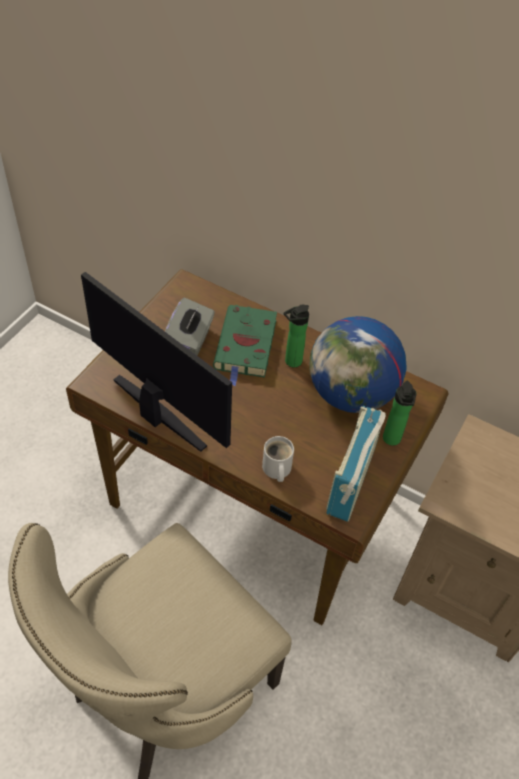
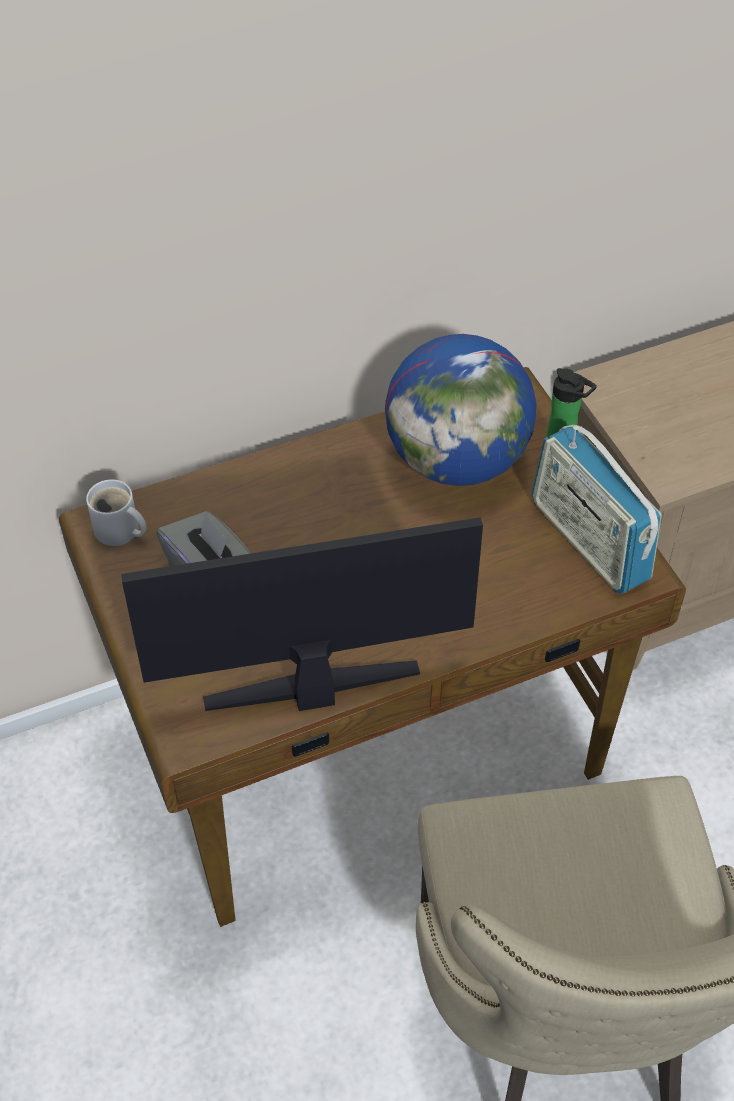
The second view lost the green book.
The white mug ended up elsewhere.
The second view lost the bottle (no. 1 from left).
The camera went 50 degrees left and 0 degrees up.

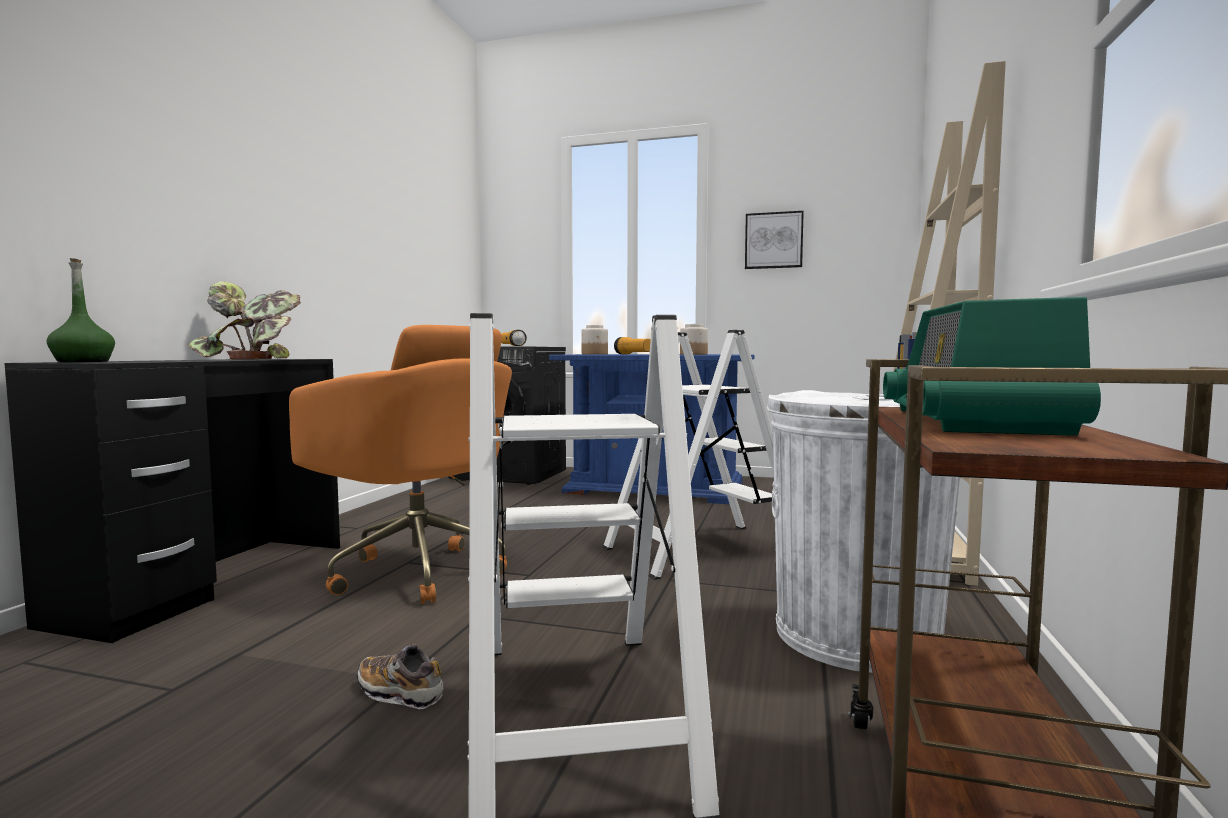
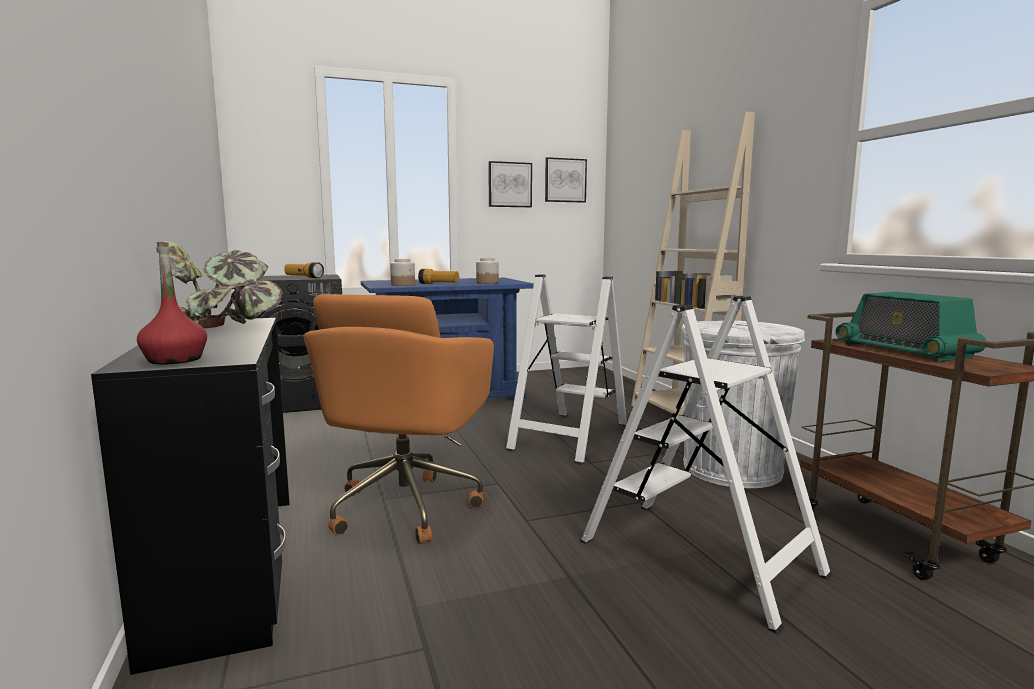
What was the green bottle turned into the red bottle.
The orange office chair ended up facing another way, 105 degrees clockwise from before.
The second view lost the shoe.
The second view gained the picture (no. 2 from left).
The camera went 35 degrees left and 5 degrees up.

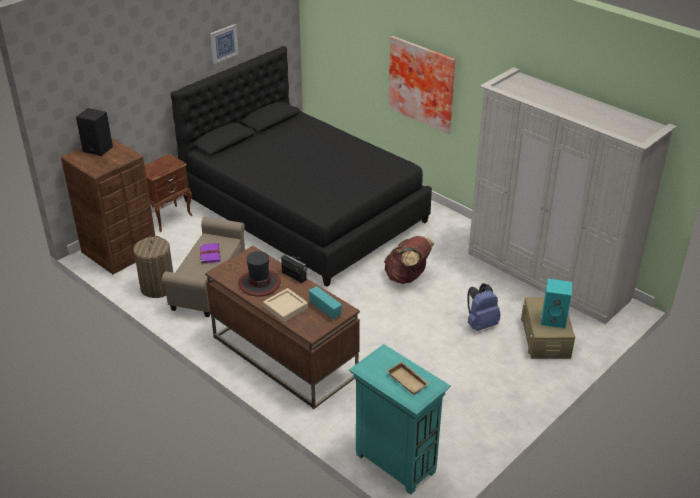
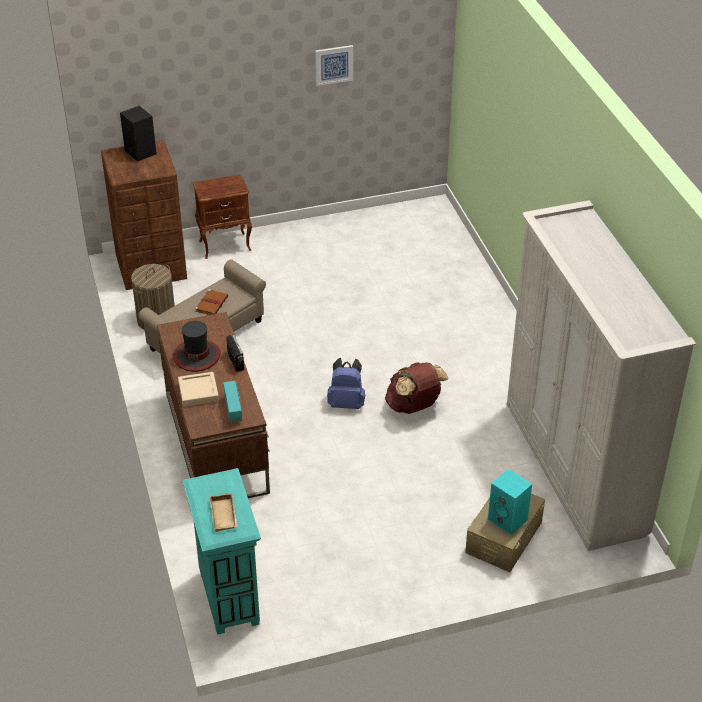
The second view lost the black bed.
What was the purple book turned into the brown book.
The second view lost the picture (no. 2 from left).
The blue backpack ended up elsewhere.
The camera went 30 degrees right and 5 degrees up.

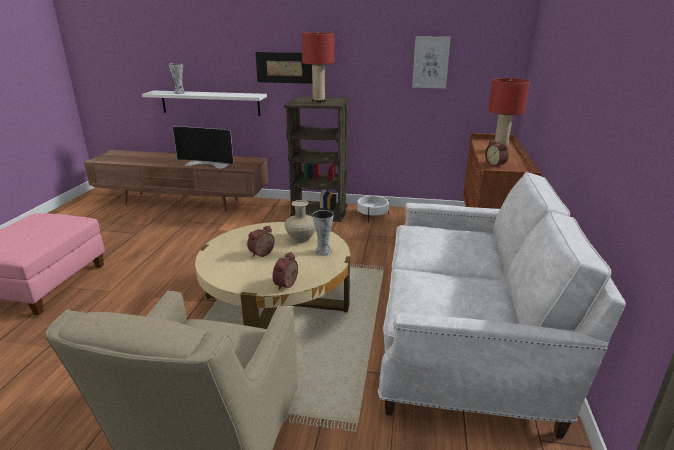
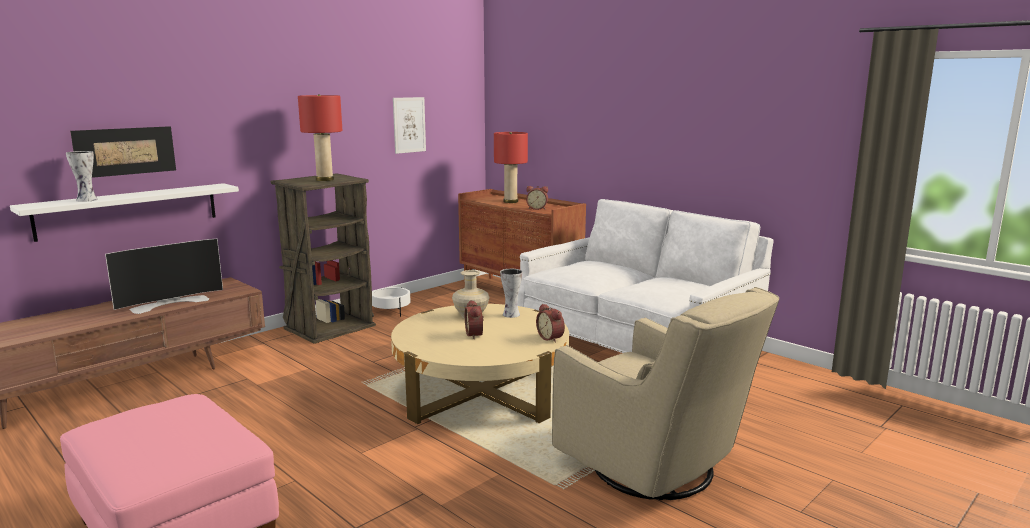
The picture (no. 1 from left) ended up elsewhere.
The camera went 55 degrees left and 10 degrees down.

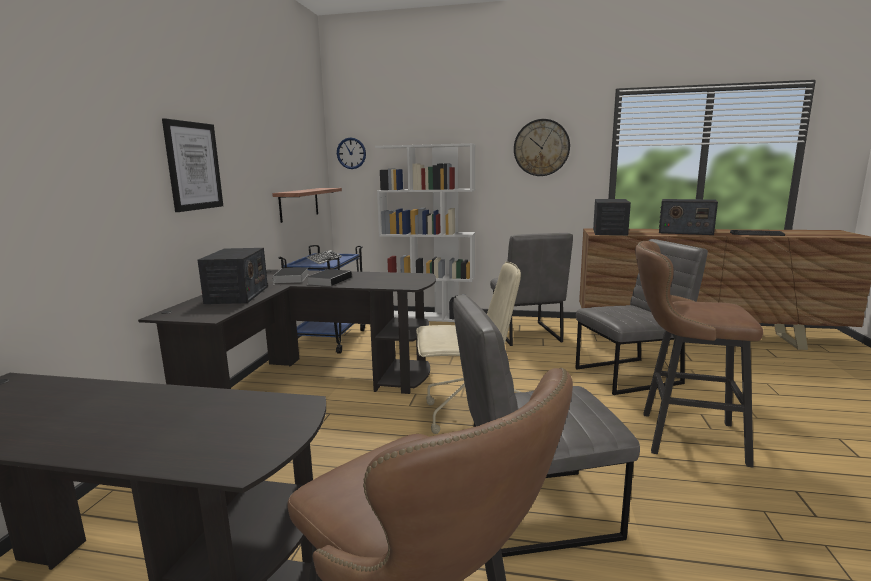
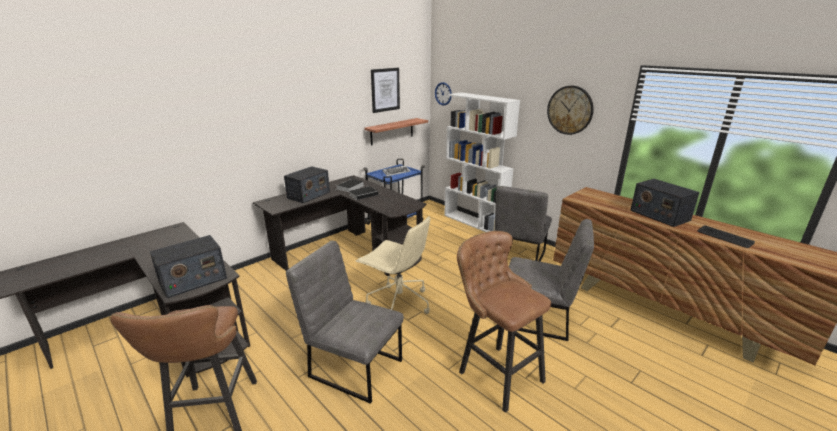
The picture ended up elsewhere.
The radio (no. 2 from left in the first image) ended up elsewhere.
The camera went 35 degrees right and 10 degrees up.

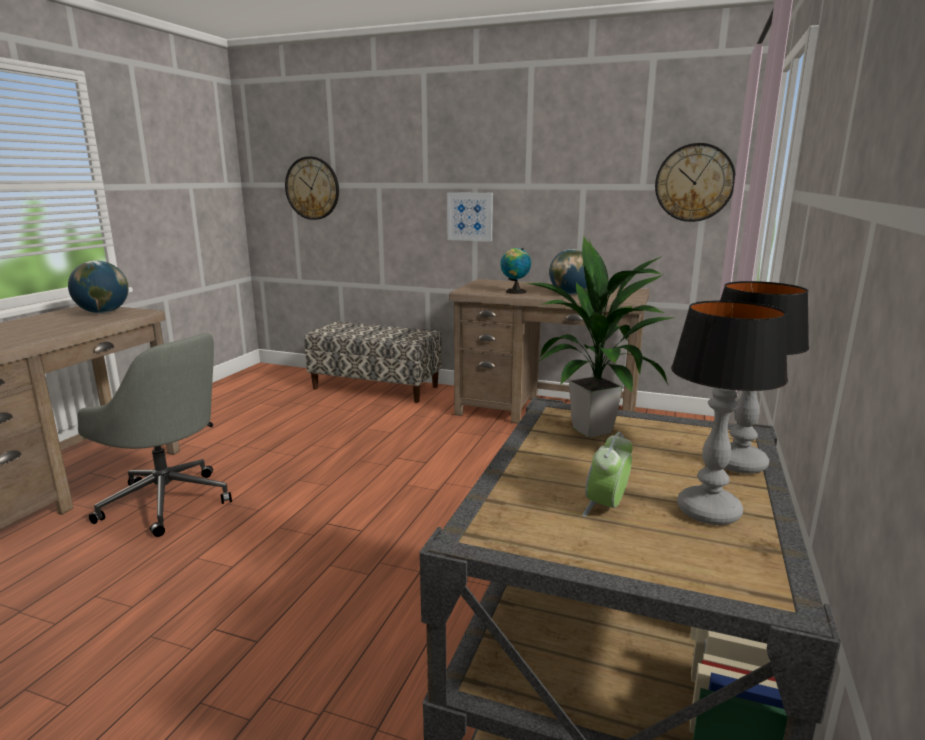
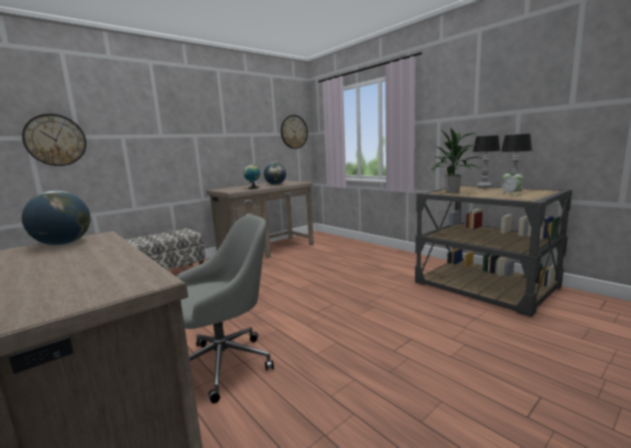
The second view lost the picture.
The camera went 60 degrees left and 5 degrees down.

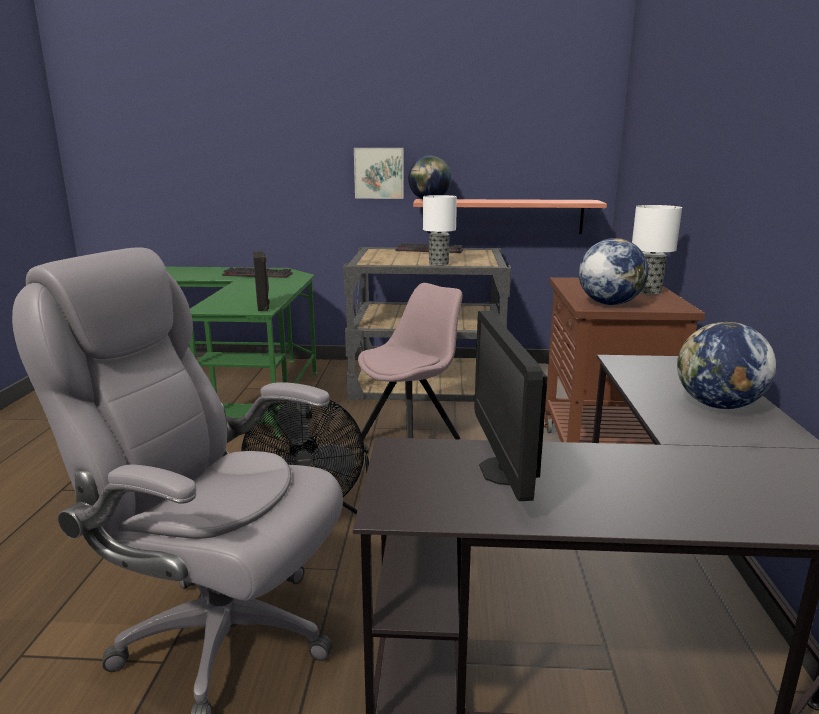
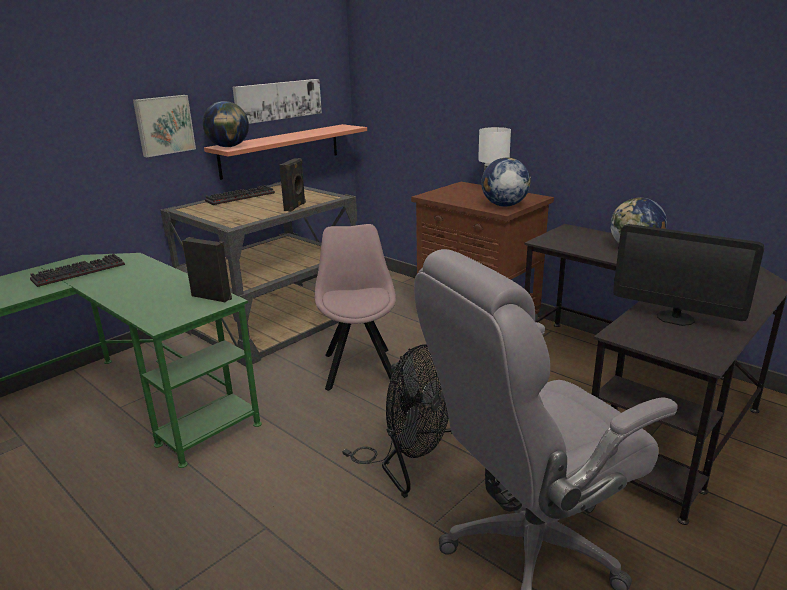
Where the table lamp (no. 1 from left) stood, the black speaker (no. 2 from left) came to stand.
The second view gained the picture (no. 2 from left).
The camera went 50 degrees left and 5 degrees up.

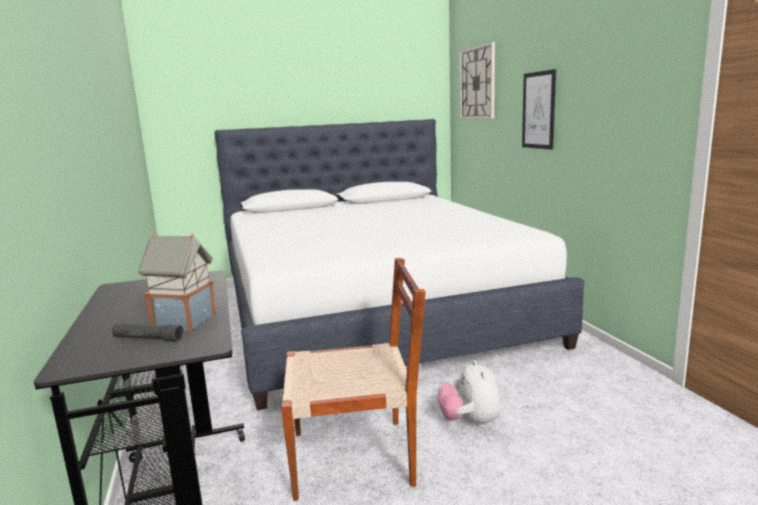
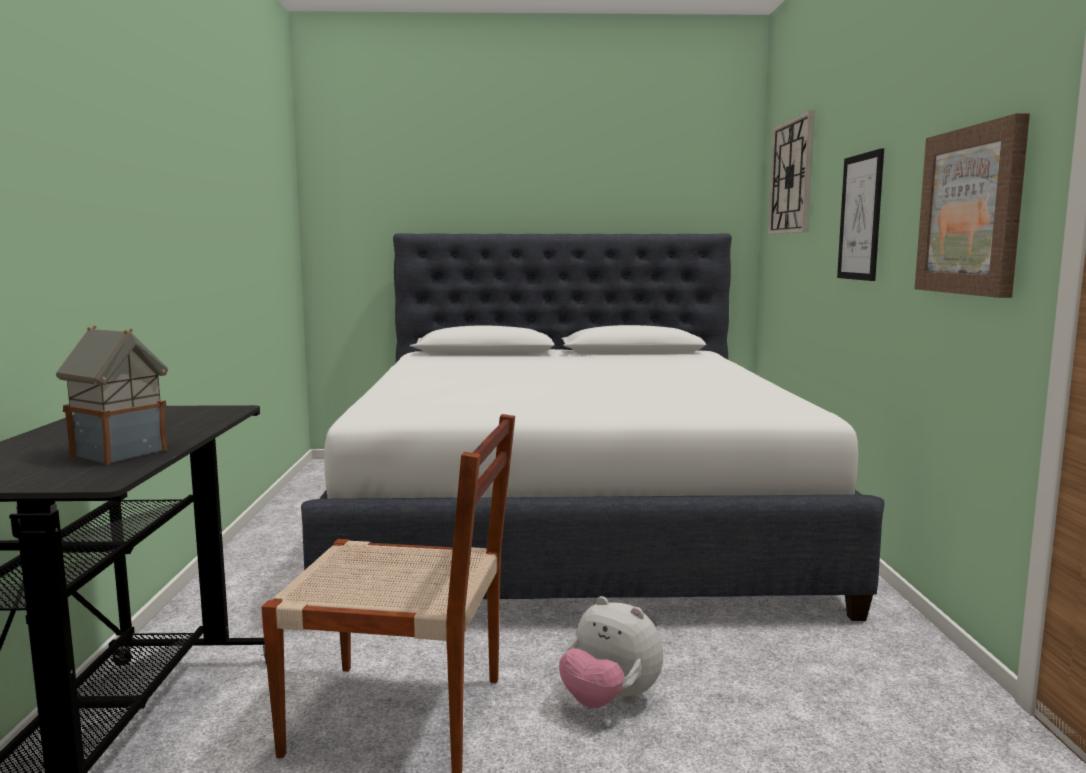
The second view lost the black flashlight.
The plush toy ended up facing another way, 60 degrees counterclockwise from before.
The second view gained the picture (no. 2 from left).
The camera went 15 degrees right and 5 degrees down.

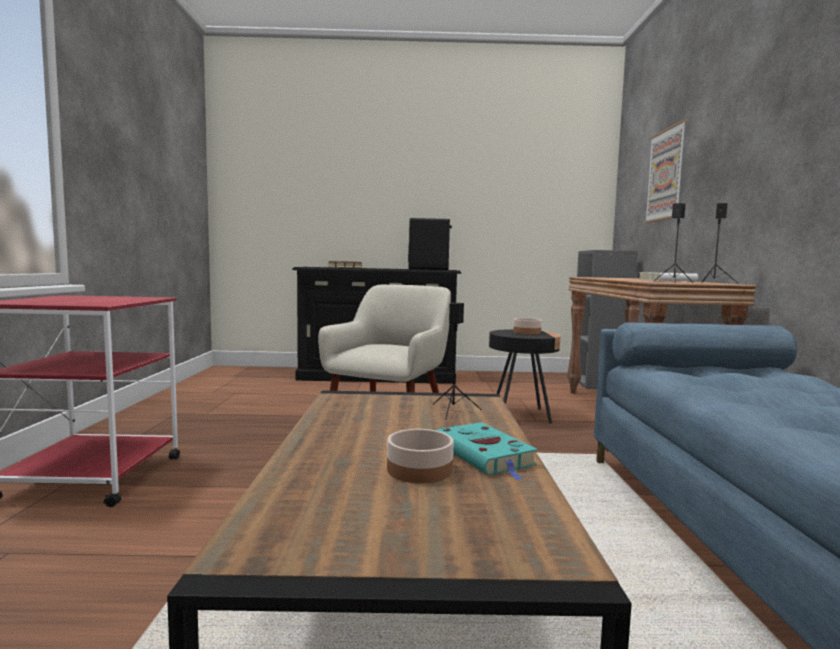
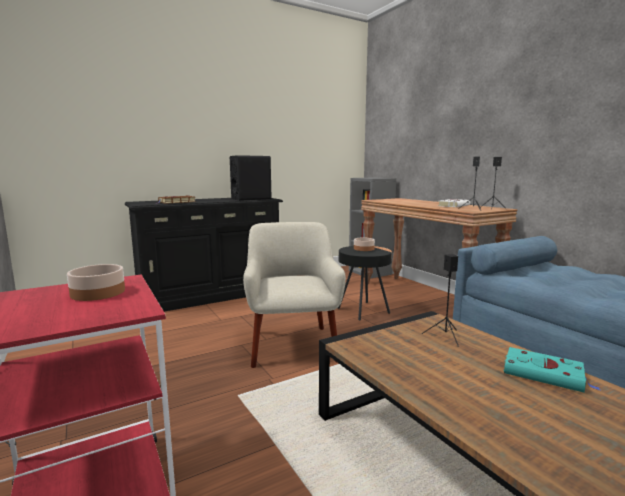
The bowl (no. 1 from left) ended up elsewhere.
The second view lost the picture.
The camera went 30 degrees left and 5 degrees up.

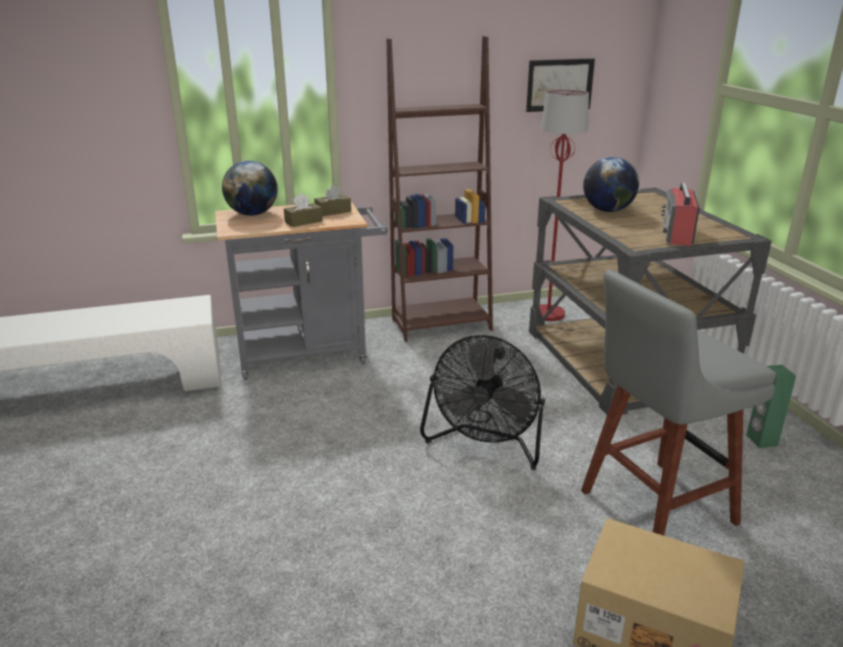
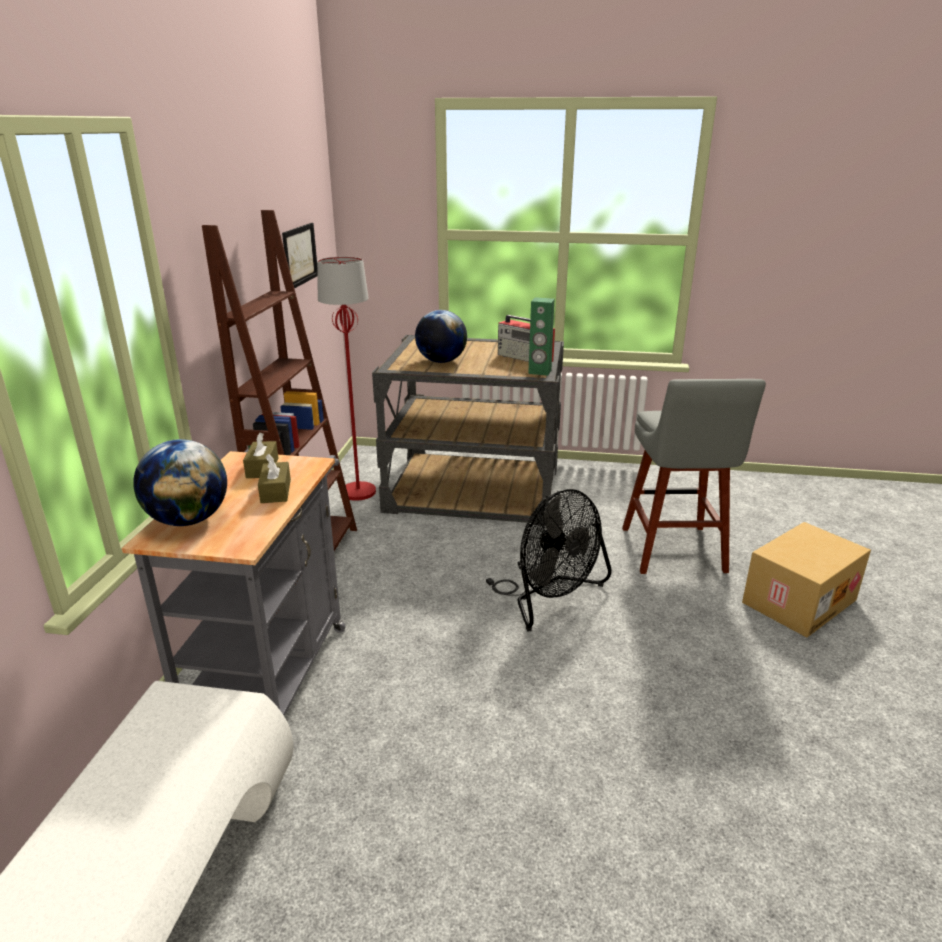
The green speaker ended up elsewhere.
The camera went 65 degrees left and 0 degrees up.

